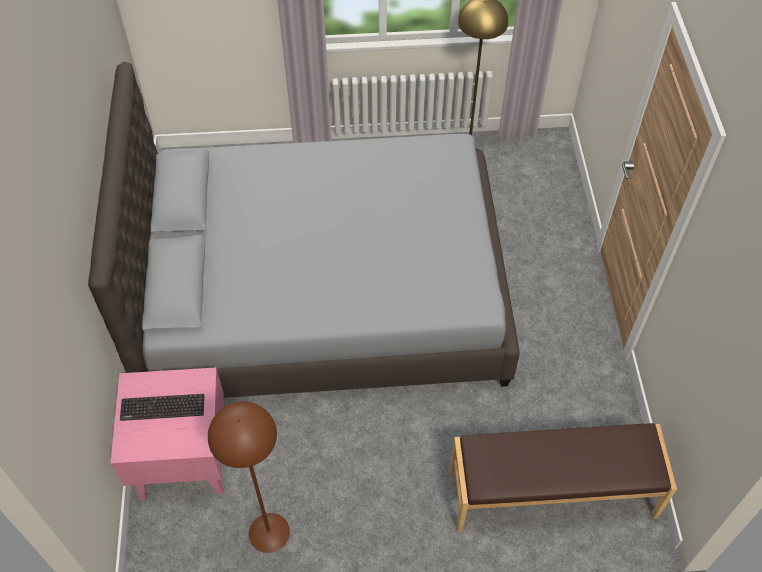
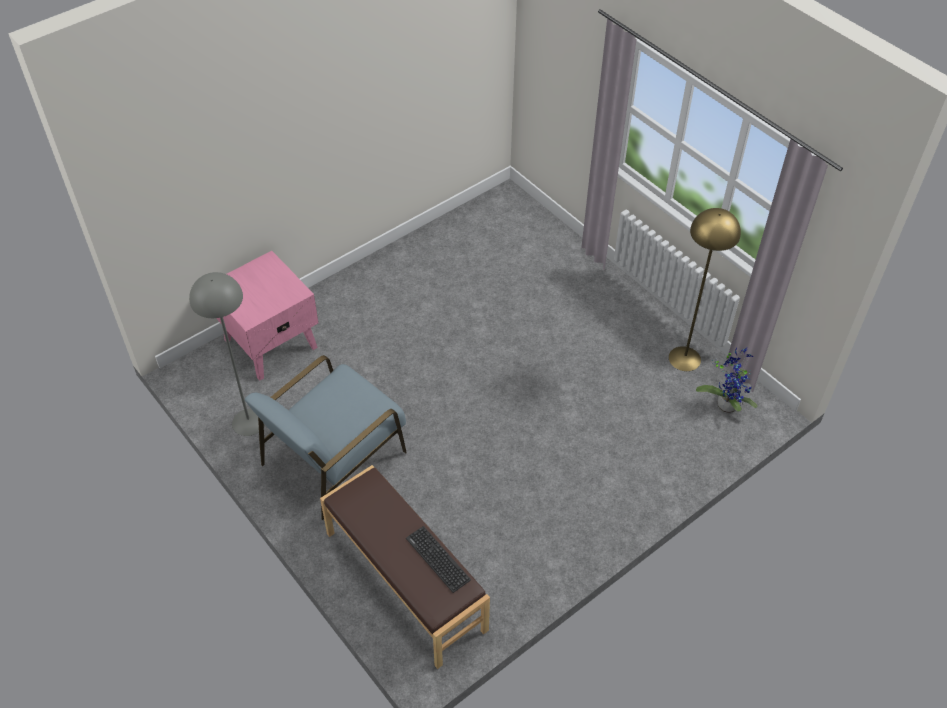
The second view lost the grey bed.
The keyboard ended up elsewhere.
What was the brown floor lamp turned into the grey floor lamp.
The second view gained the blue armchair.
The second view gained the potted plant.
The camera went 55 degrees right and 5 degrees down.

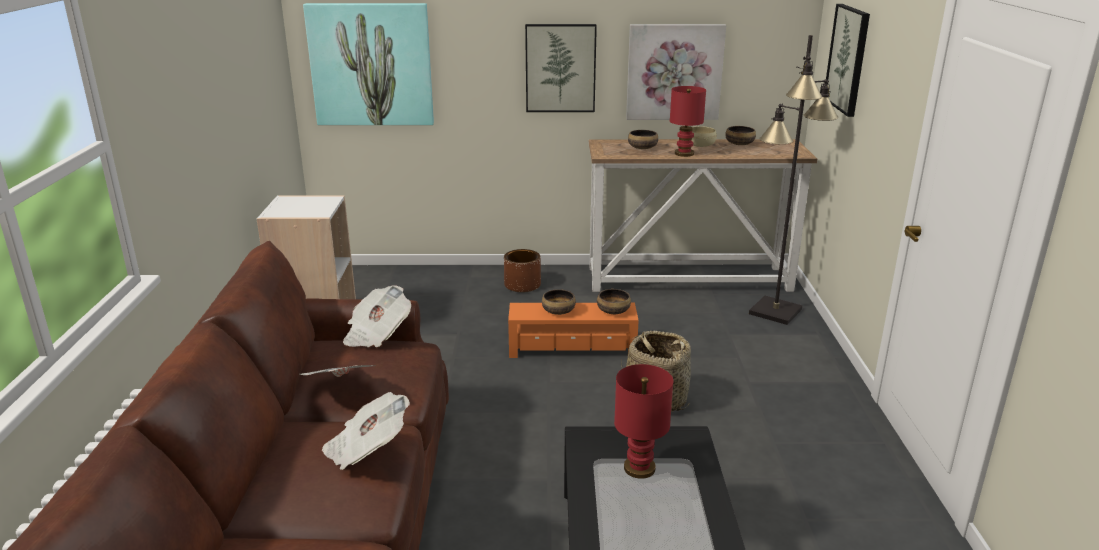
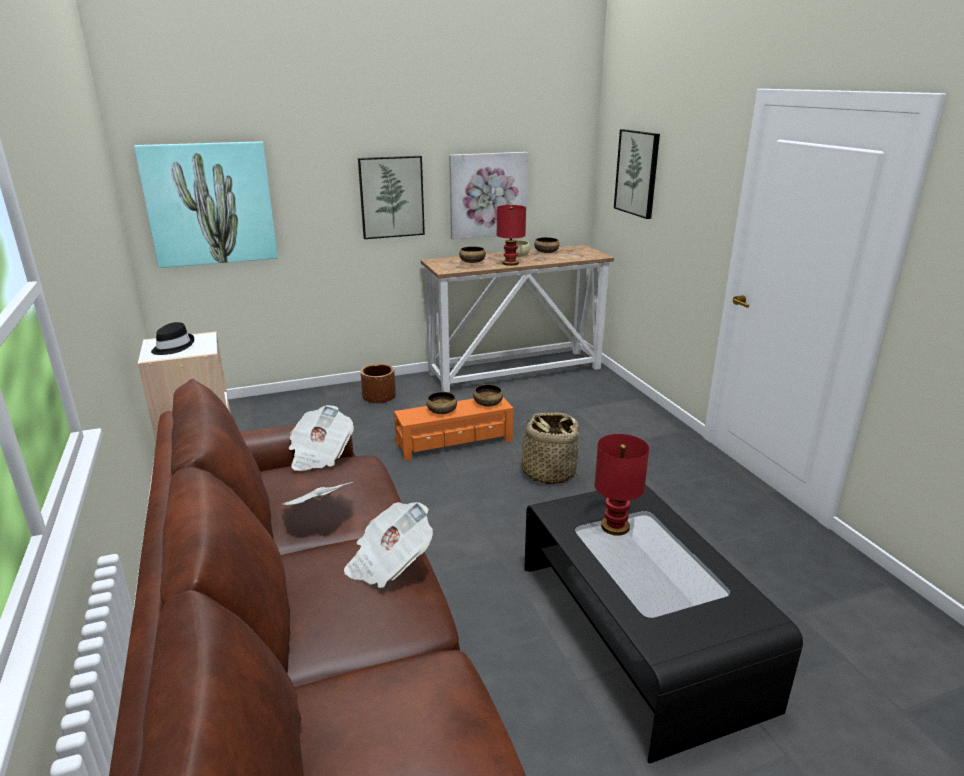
The second view lost the black floor lamp.
The second view gained the black hat.
The camera went 20 degrees left and 0 degrees up.

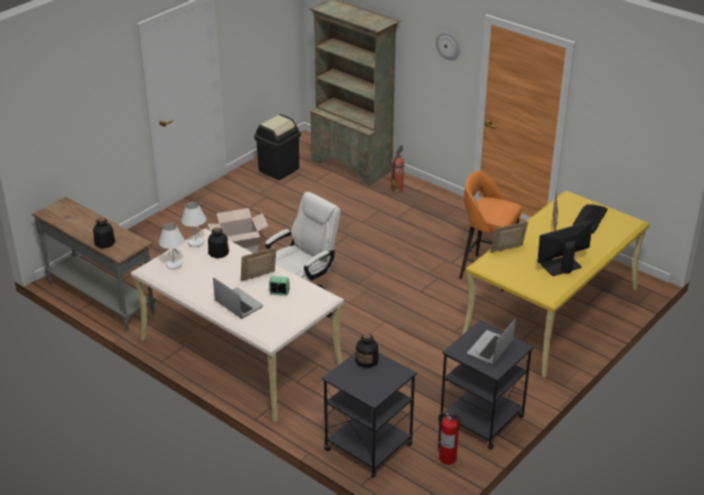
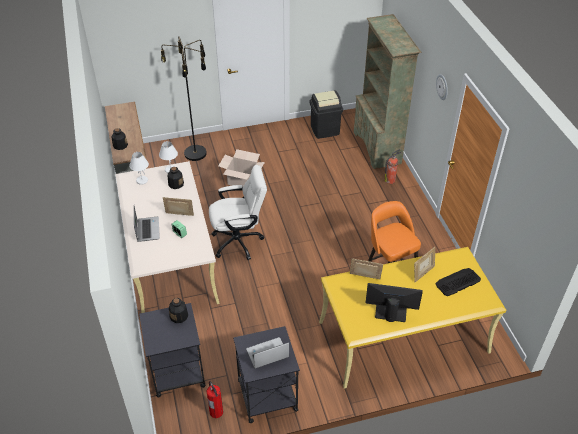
The second view gained the floor lamp.
The camera went 35 degrees right and 10 degrees up.

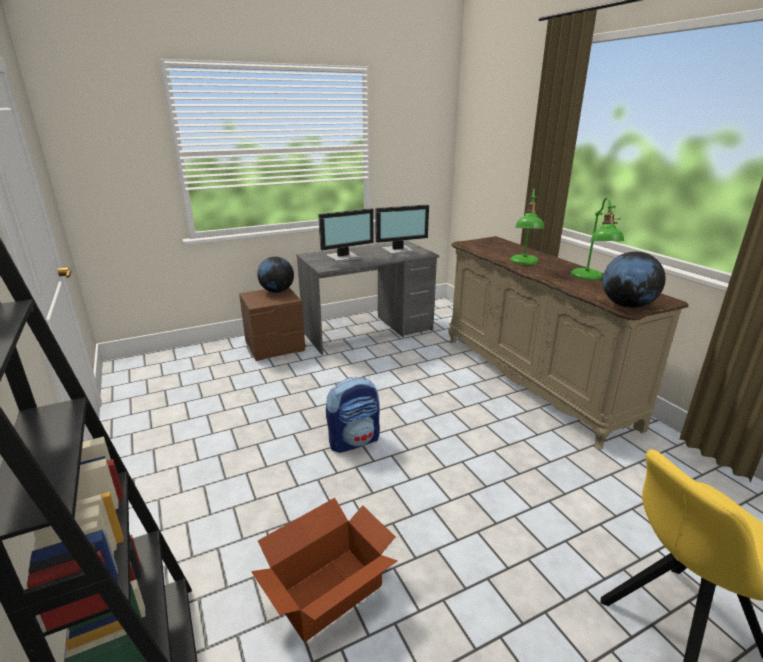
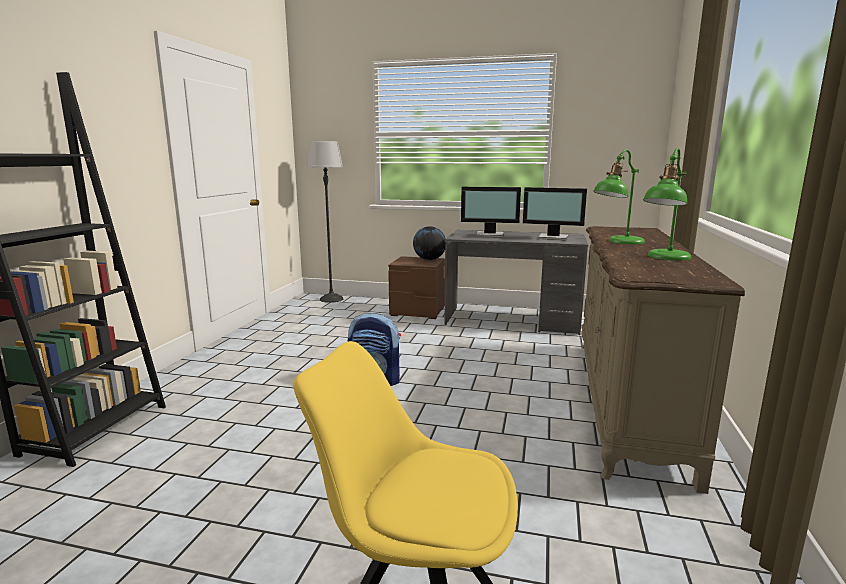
The second view lost the cardboard box.
The second view lost the globe (no. 2 from left).
The second view gained the floor lamp.
The camera went 40 degrees right and 10 degrees down.

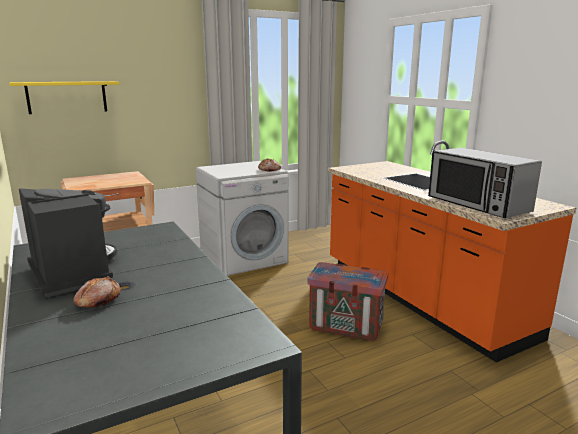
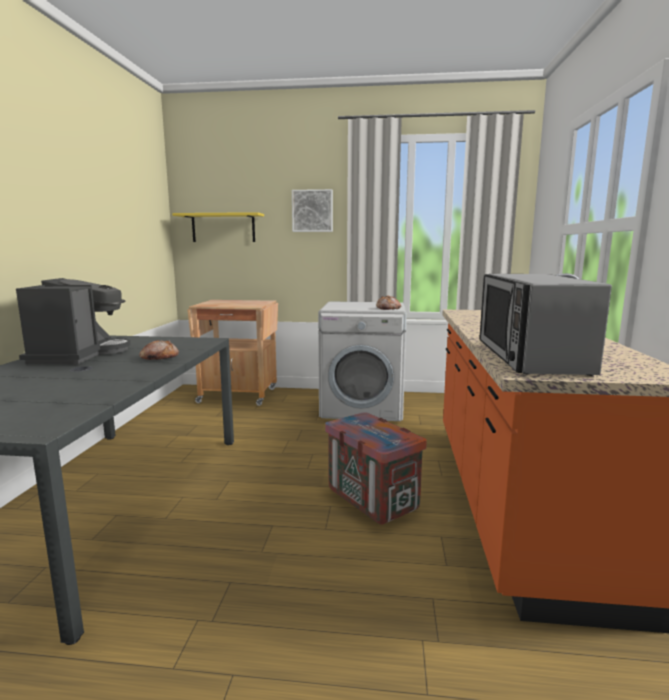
The bread (no. 1 from left) ended up elsewhere.
The second view gained the picture.
The camera went 35 degrees right and 5 degrees down.

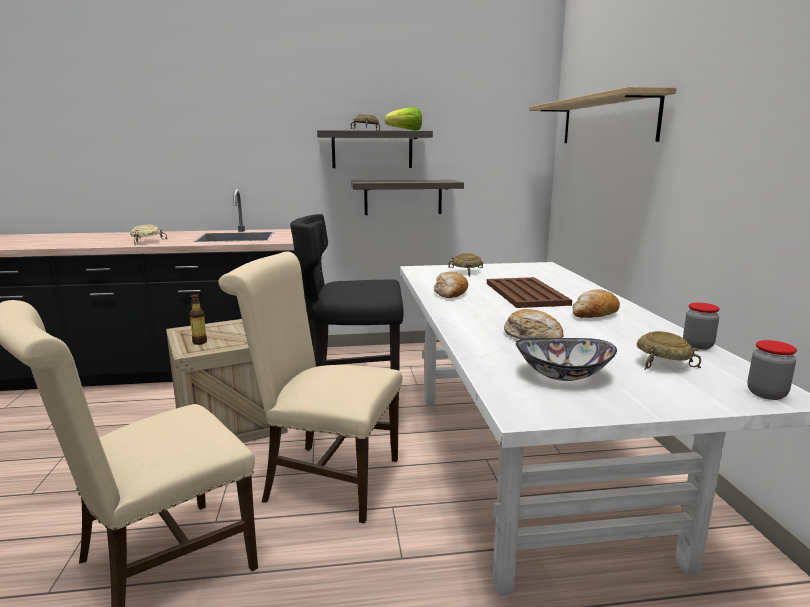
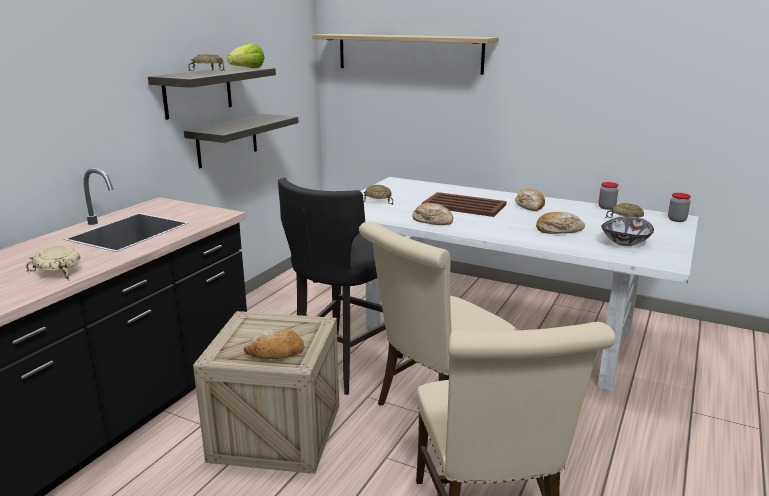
Where the bottle stood, the bread (no. 1 from left) came to stand.
The camera went 55 degrees left and 5 degrees up.

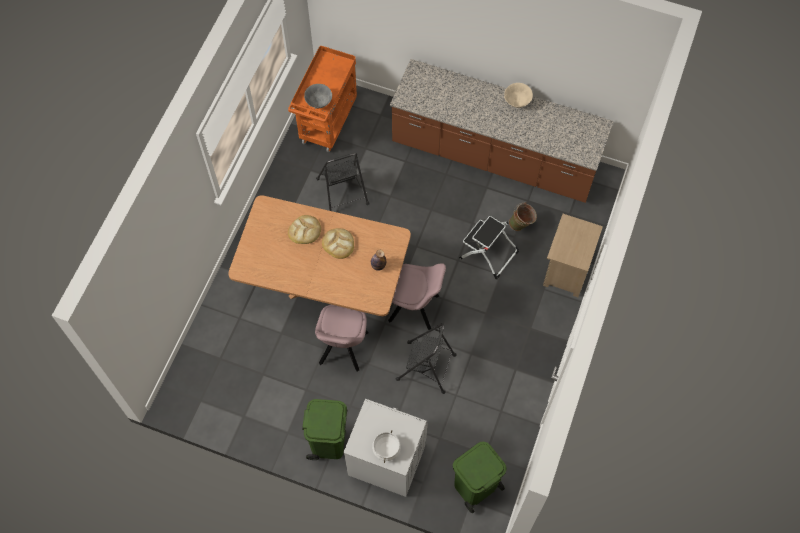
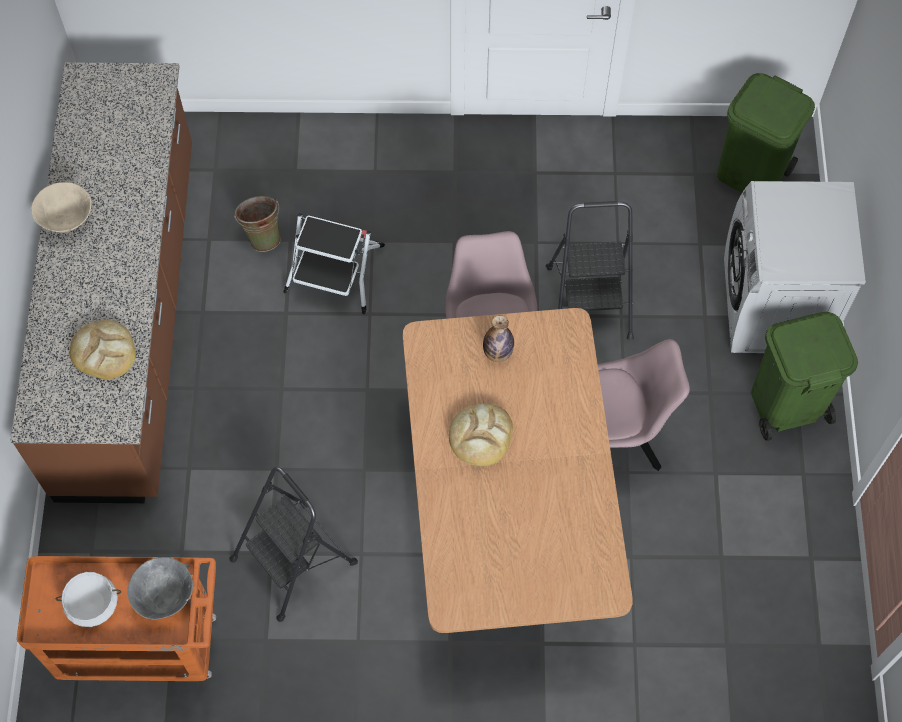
The bread (no. 1 from left) ended up elsewhere.
The white cooking pot ended up elsewhere.
The second view lost the beige nightstand.
The camera went 110 degrees left and 0 degrees up.

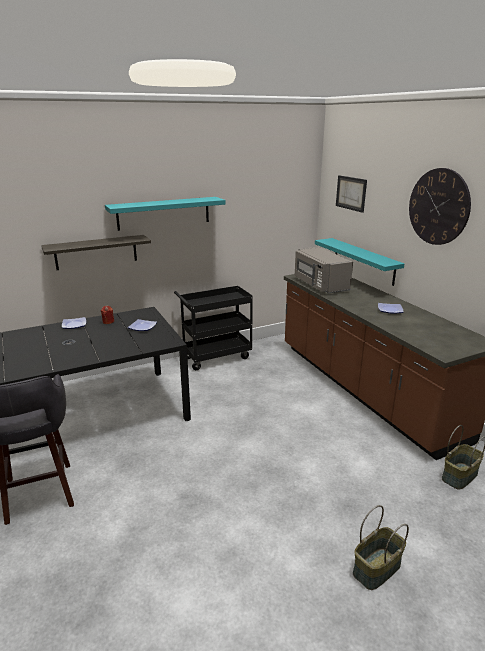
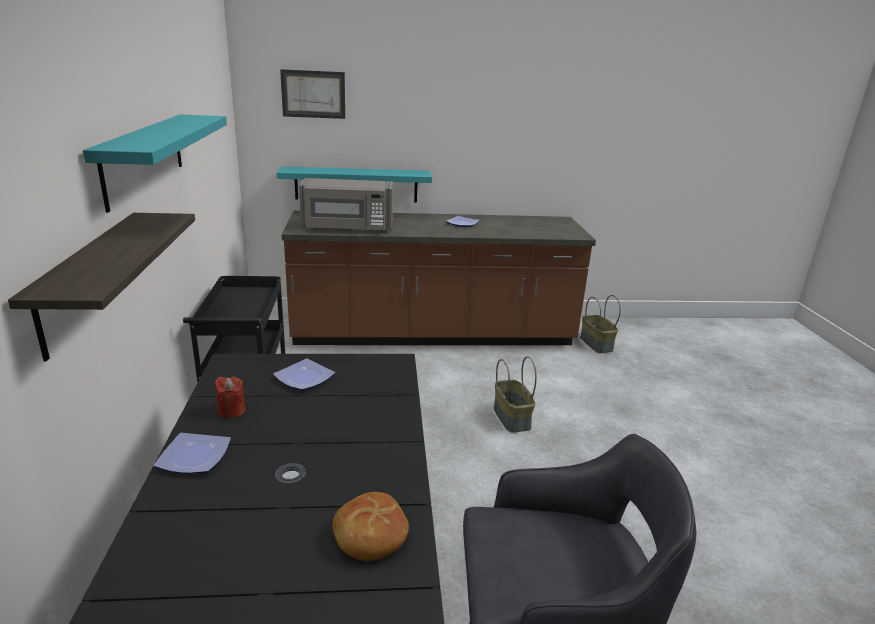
The basket (no. 1 from left) ended up elsewhere.
The second view lost the wall clock.
The second view gained the bread.
The camera went 70 degrees left and 0 degrees up.

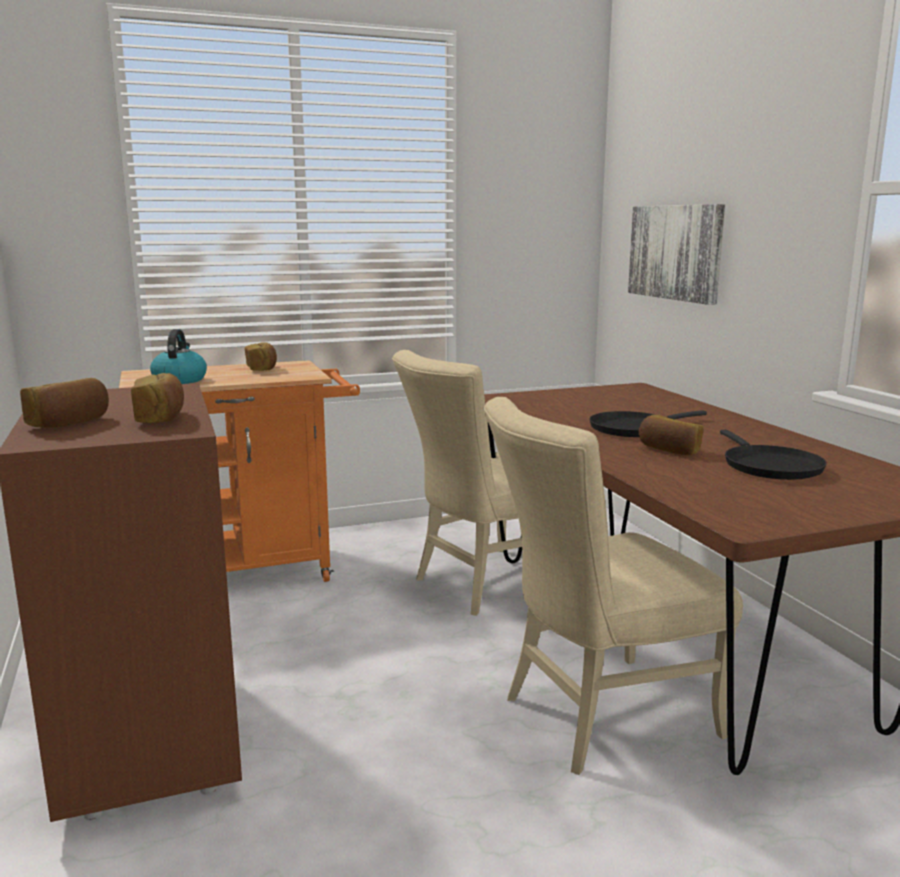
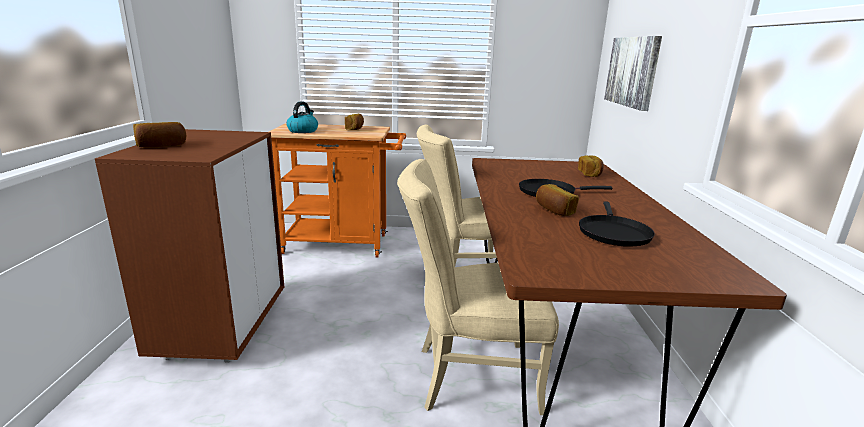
The bread (no. 2 from left in the first image) ended up elsewhere.
The camera went 20 degrees right and 5 degrees up.

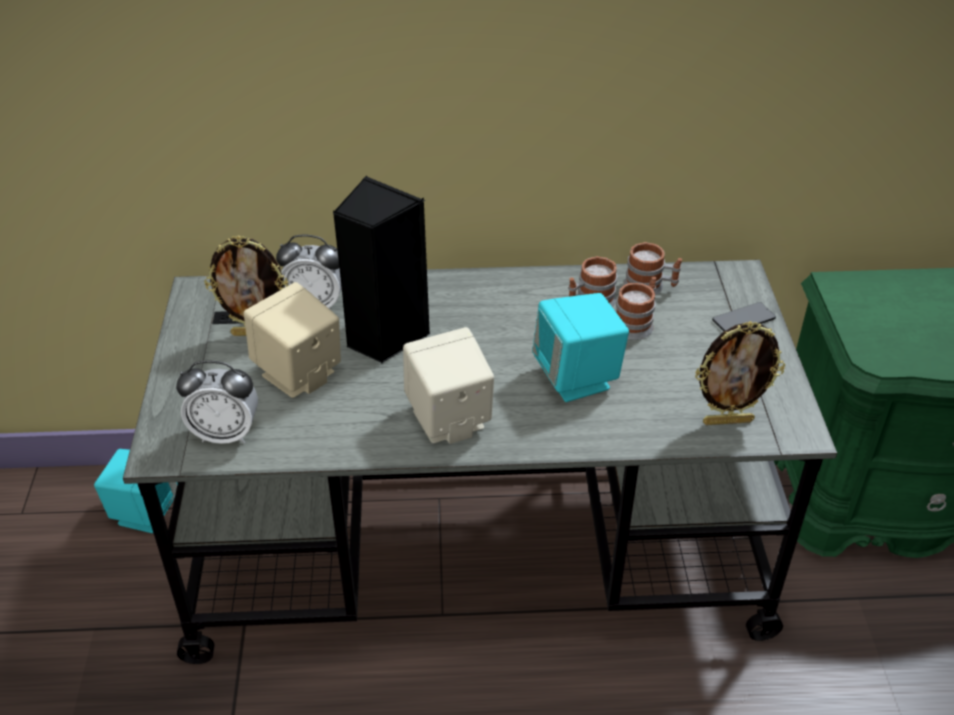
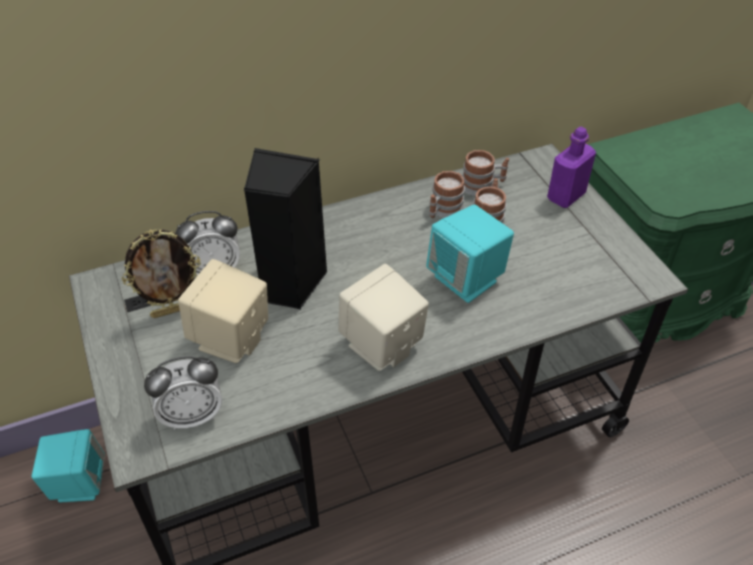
The second view lost the picture frame (no. 2 from left).
Where the phone stood, the purple bottle came to stand.
The camera went 20 degrees left and 5 degrees up.

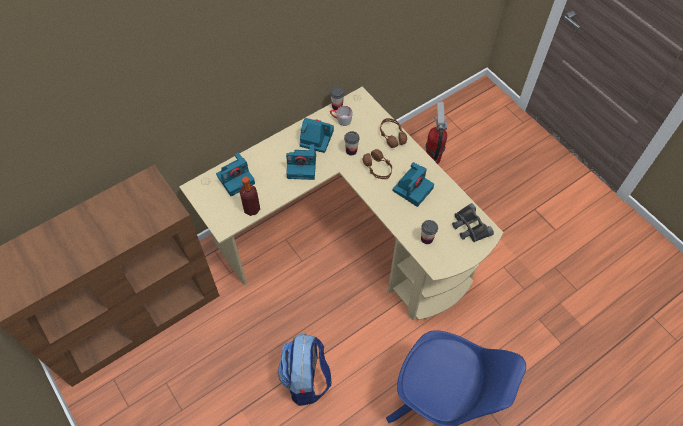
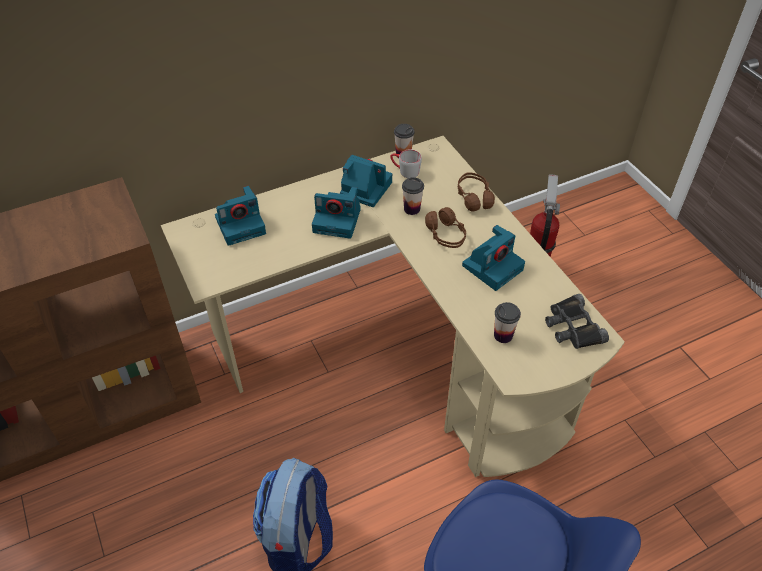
The second view lost the bottle.
The camera went 10 degrees right and 10 degrees down.

